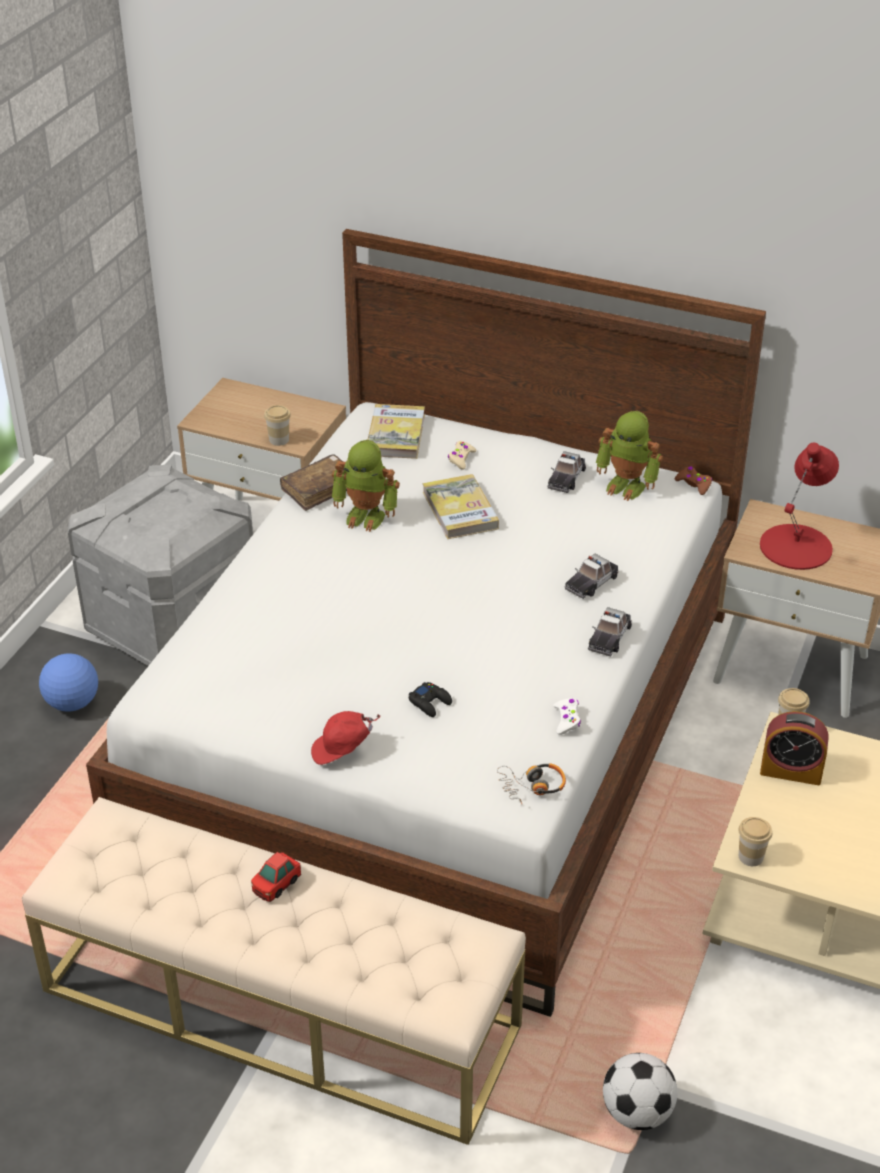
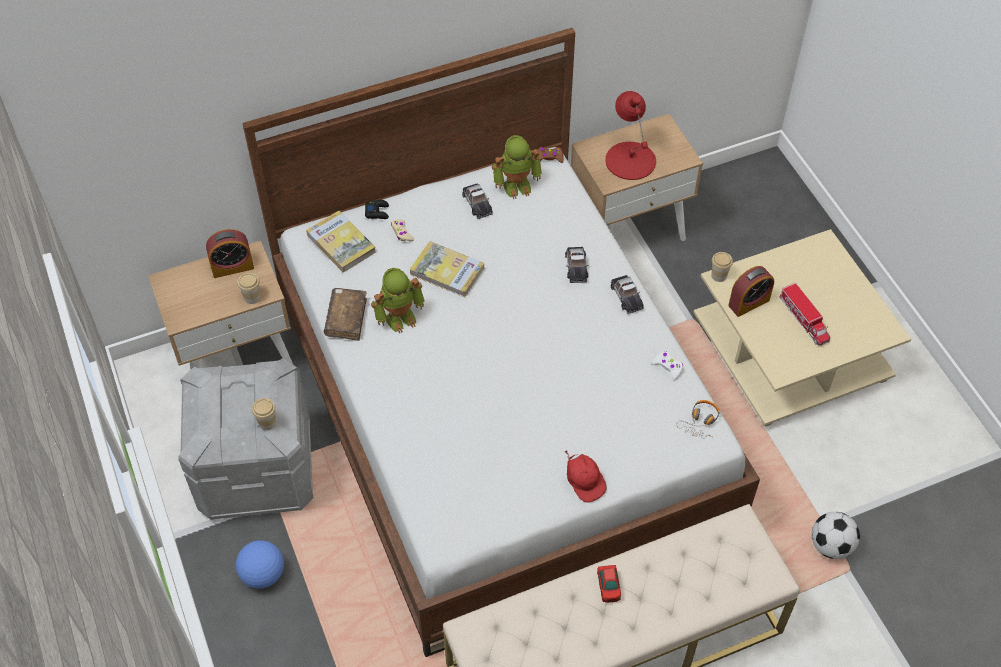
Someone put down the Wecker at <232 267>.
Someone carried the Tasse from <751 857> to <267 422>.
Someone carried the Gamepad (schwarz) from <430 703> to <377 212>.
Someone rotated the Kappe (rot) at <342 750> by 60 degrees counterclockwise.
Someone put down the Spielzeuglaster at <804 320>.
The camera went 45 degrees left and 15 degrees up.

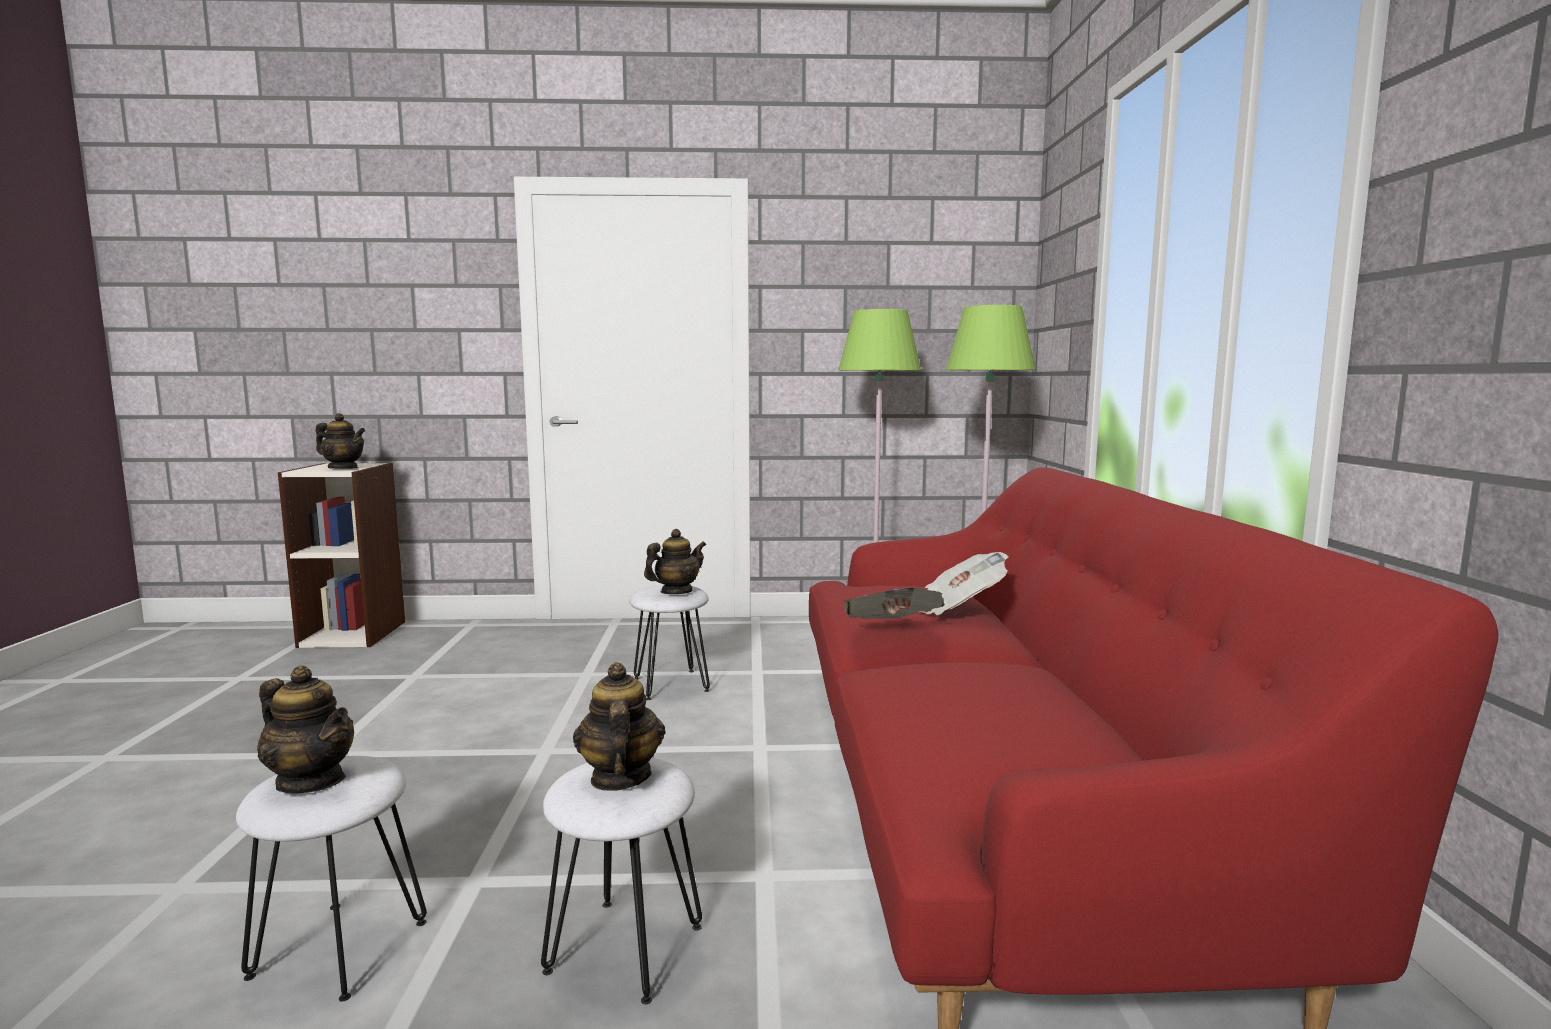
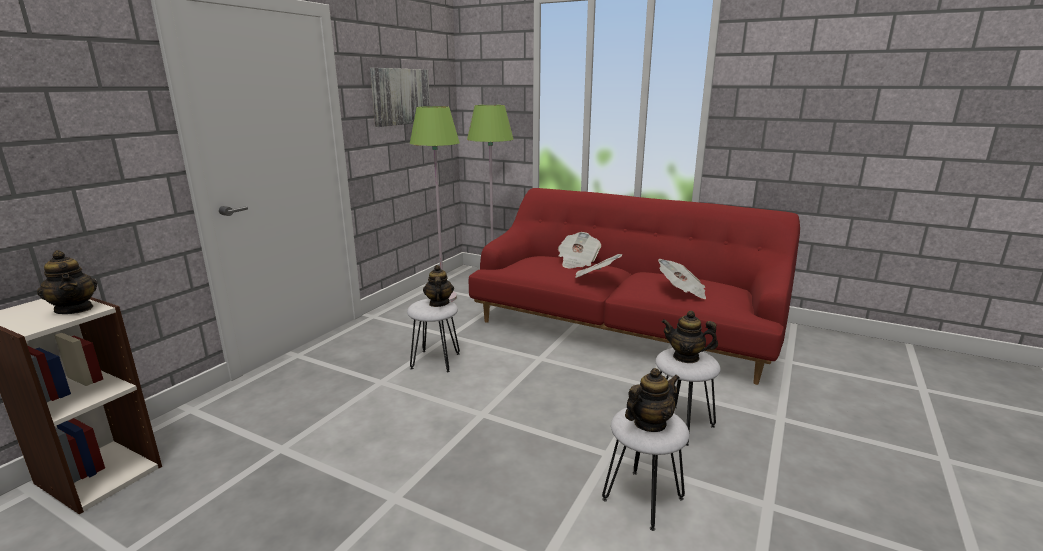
Someone rotated the Teekanne at <343 468> by 90 degrees clockwise.
Someone put up the Bild at <400 96>.
Someone put down the Zeitung at <682 291>.
The camera went 60 degrees left and 10 degrees up.

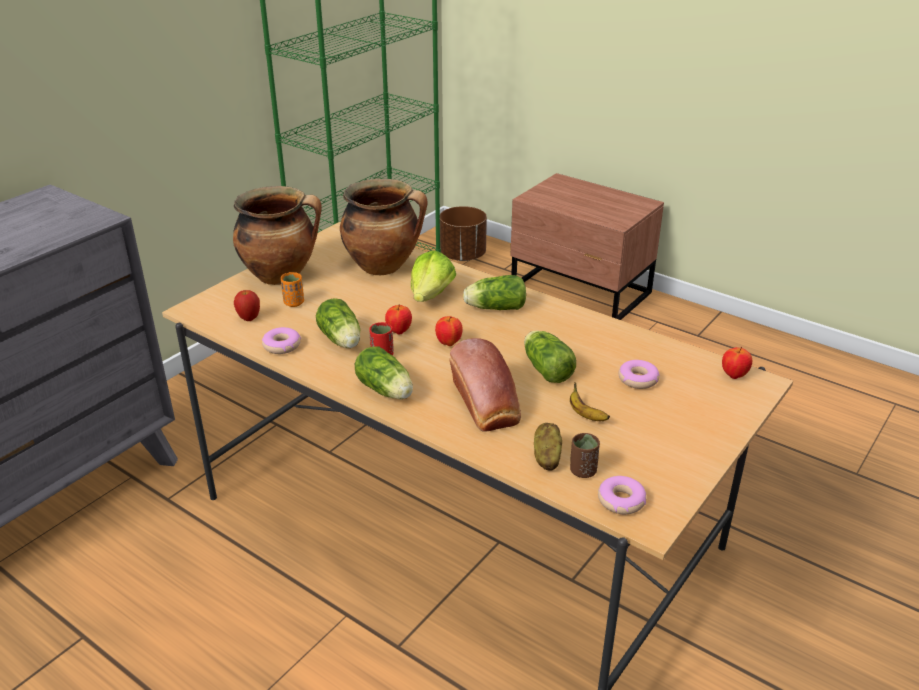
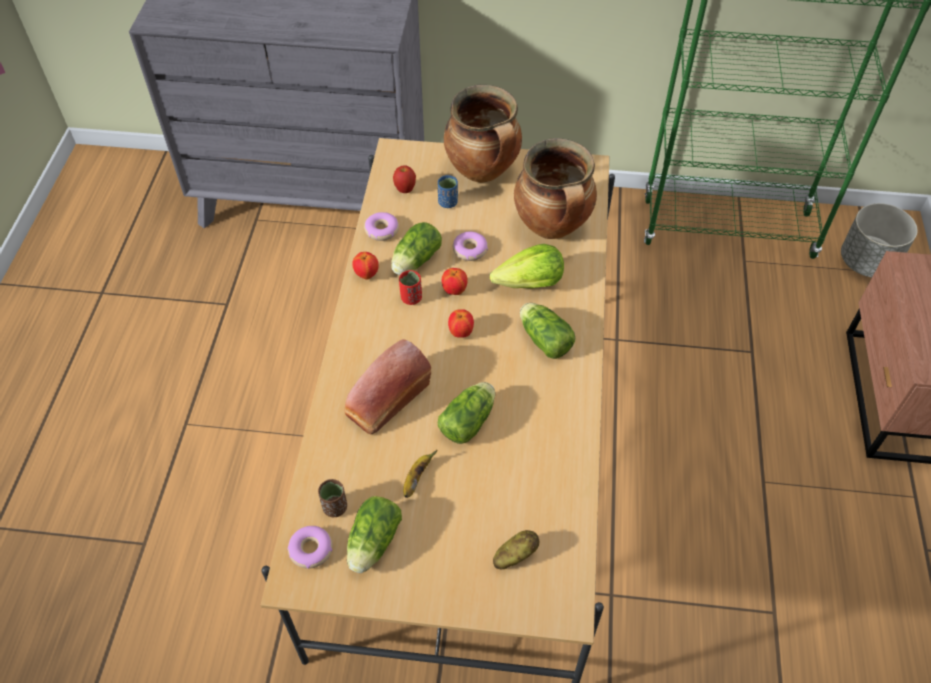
Someone carried the Salatkopf from <386 391> to <372 544>.
Someone carried the Apfel from <734 375> to <366 275>.
Someone repainted the Tasse (orange) at <294 303>, which became the Tasse (blau) at <448 202>.
Someone carried the Donut from <638 379> to <470 250>.
Someone carried the Kartoffel from <546 457> to <514 555>.
Someone repainted the Pflanzkübel (braun) at <463 256>, which became the Pflanzkübel (grau) at <867 262>.
The camera went 60 degrees right and 20 degrees up.

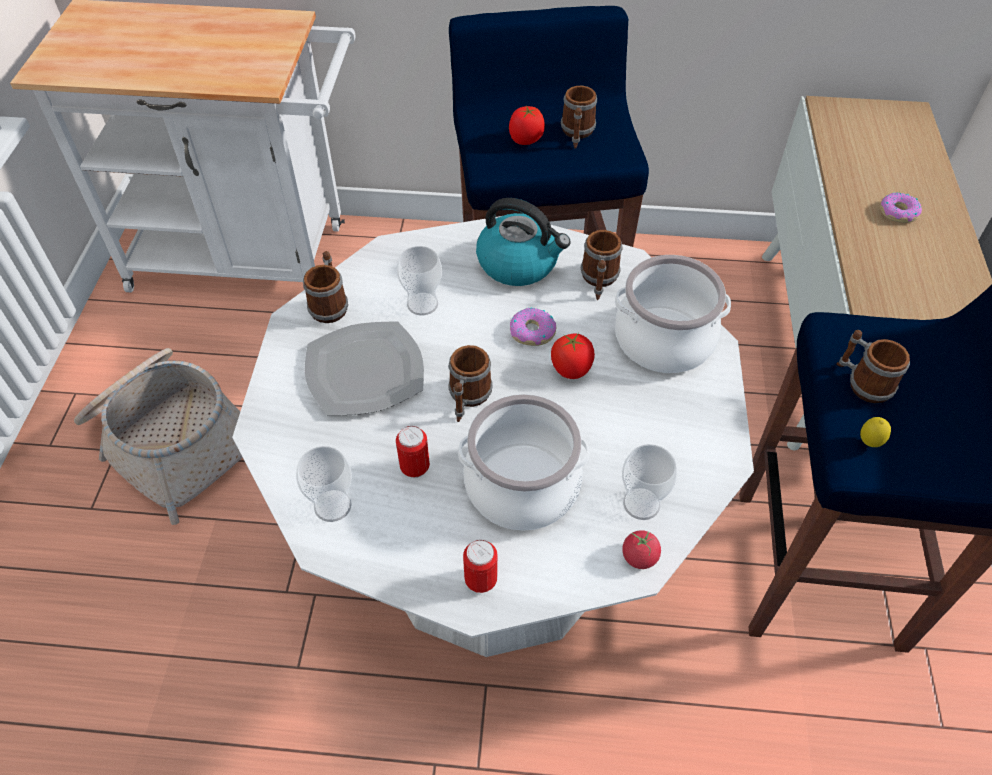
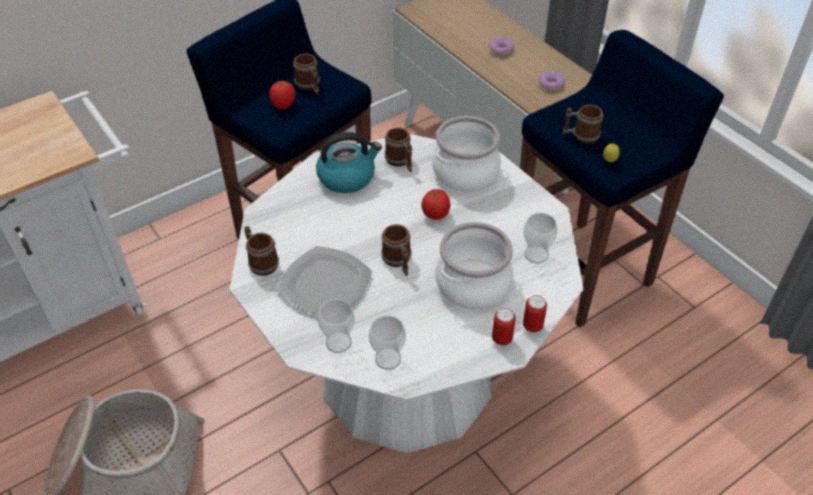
Someone carried the Tasse from <422 304> to <338 342>.
Someone carried the Dose from <415 468> to <532 326>.
Someone carried the Donut from <532 332> to <551 84>.
Someone took away the Tomate at <639 557>.
The camera went 40 degrees left and 5 degrees down.

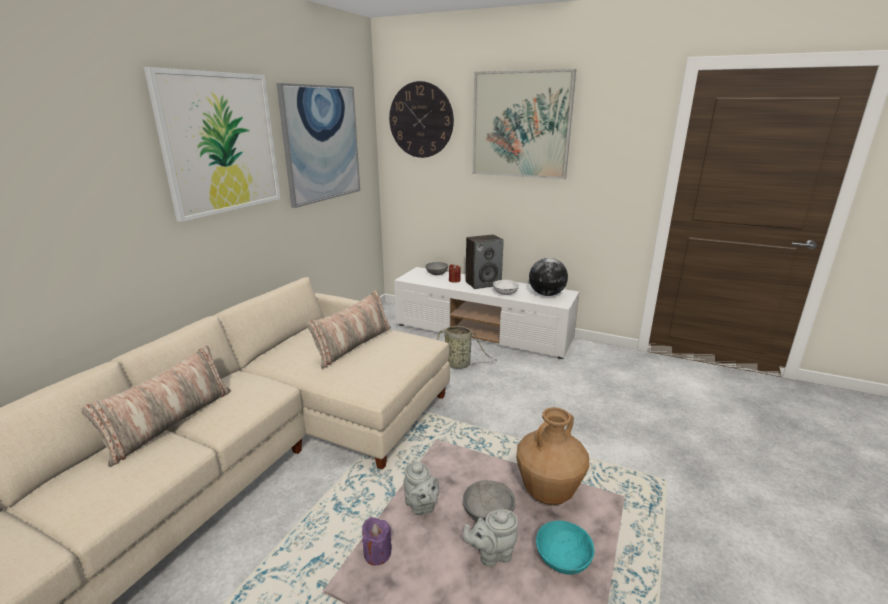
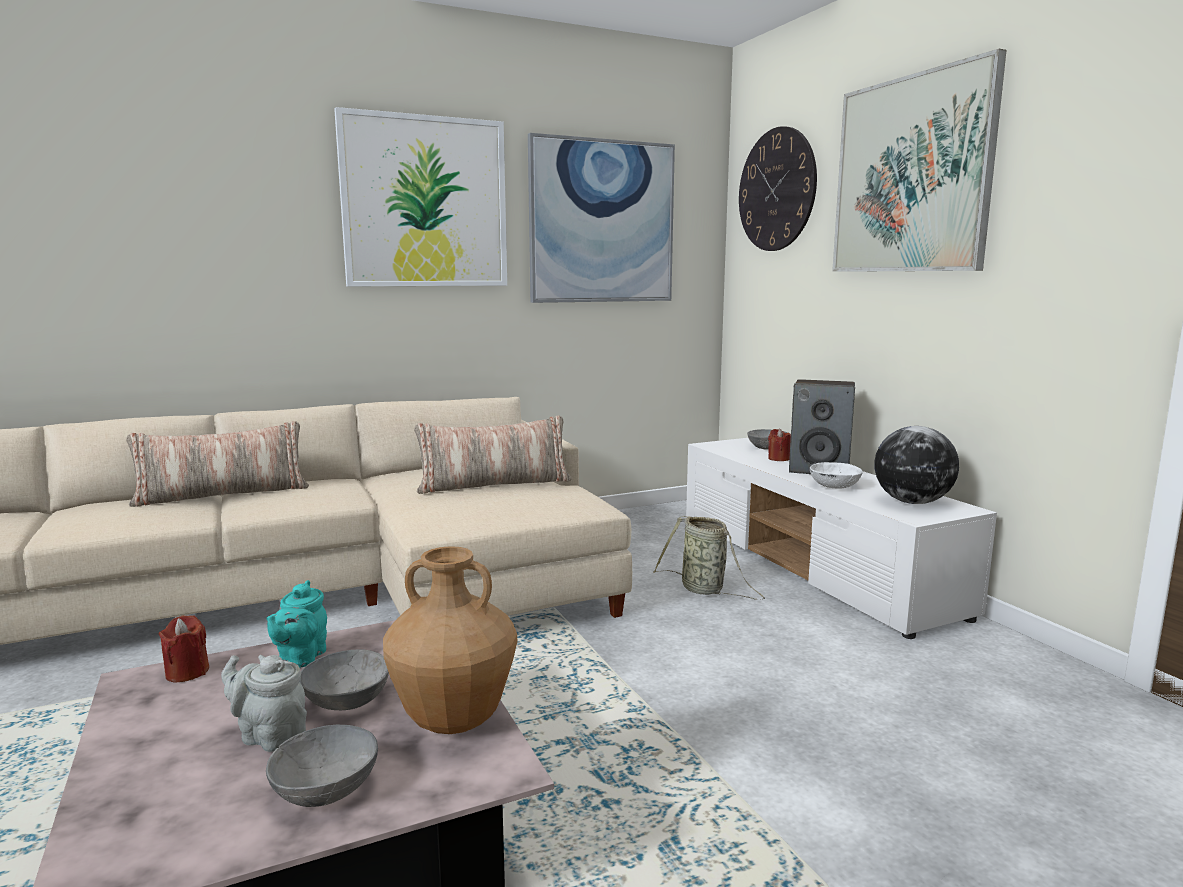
Someone repainted the Kerze (lila) at <377 553>, which became the Kerze (rot) at <187 672>.
Someone repainted the Teekanne (grau) at <421 506>, which became the Teekanne (türkis) at <300 658>.
Someone repainted the Schüssel (türkis) at <563 558>, which became the Schüssel (grau) at <327 788>.
The camera went 40 degrees right and 10 degrees down.

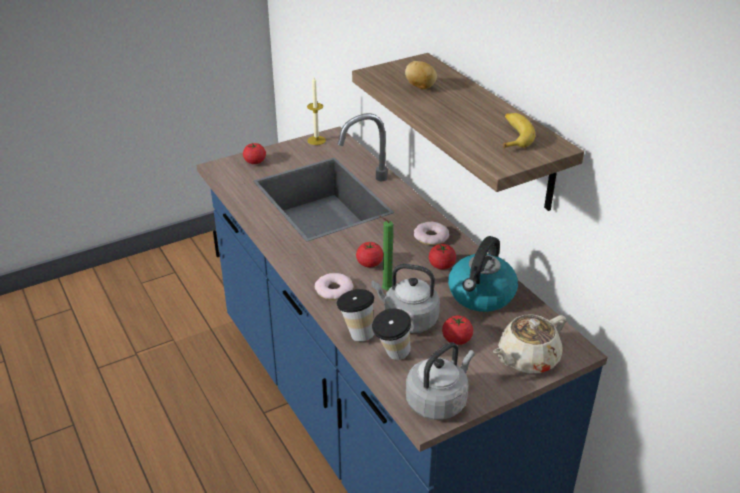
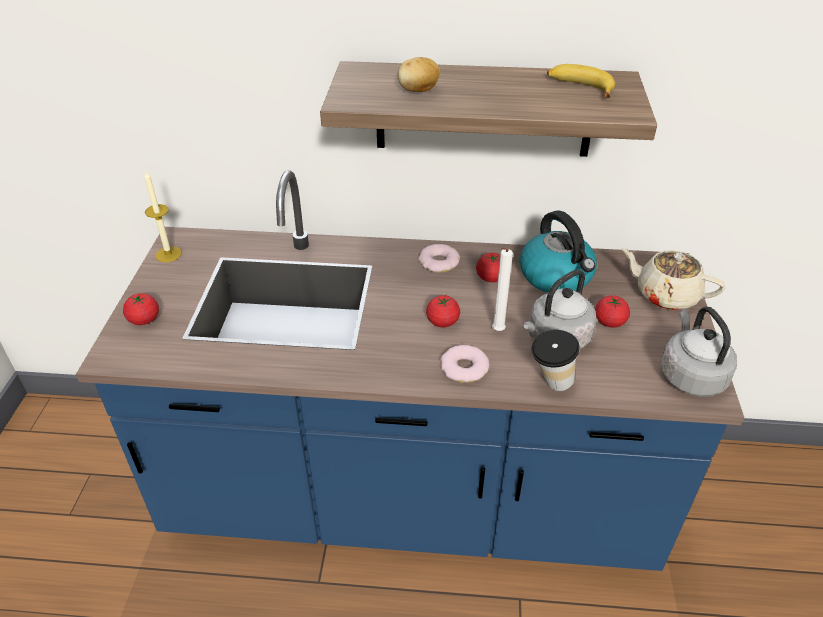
Someone repainted the Kerze (grün) at <385 290>, which became the Kerze (weiß) at <497 331>.
Someone rotated the Teekanne (beige) at <527 359> by 120 degrees clockwise.
Someone took away the Tasse at <391 355>.
The camera went 55 degrees left and 5 degrees up.

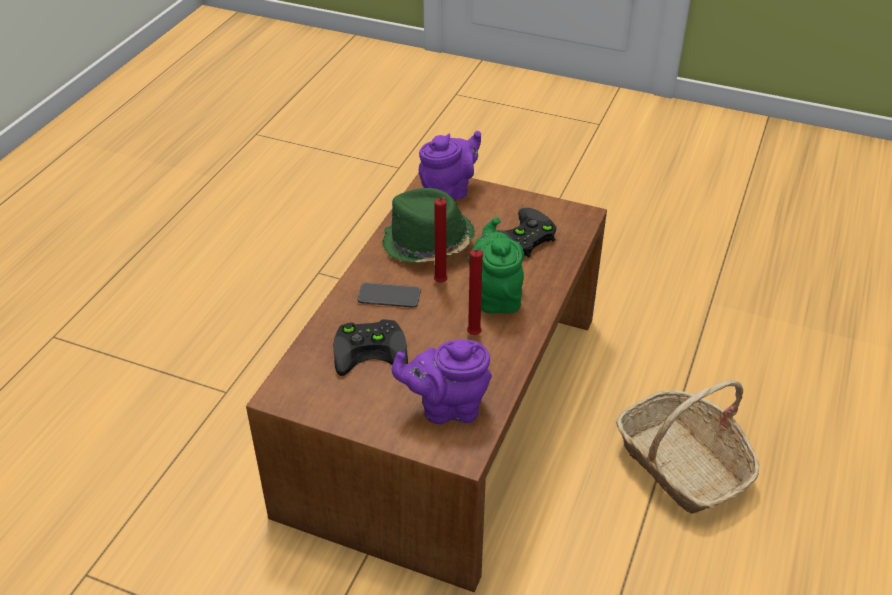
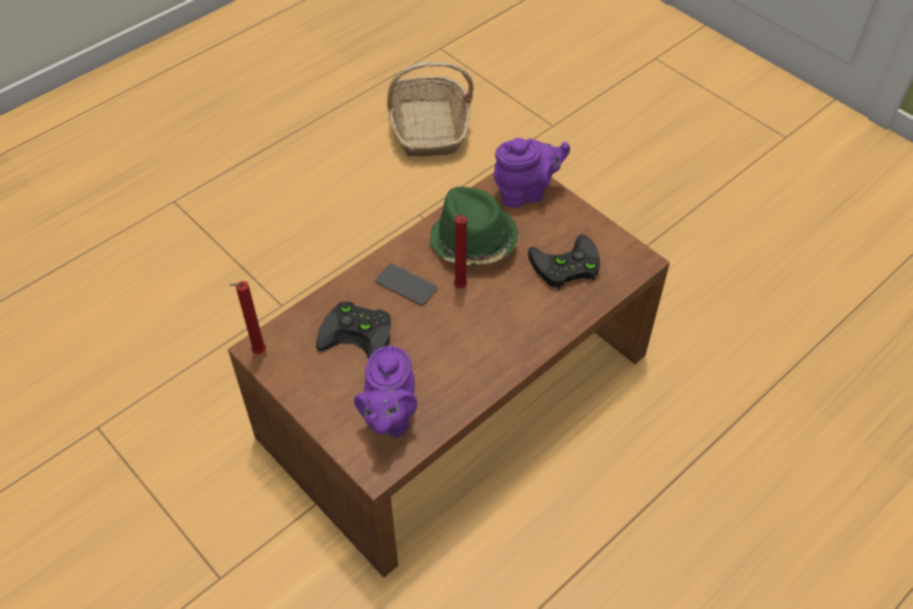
Someone carried the Kerze (rot) from <473 336> to <257 353>.
Someone rotated the Teekanne (lila) at <447 407> by 105 degrees counterclockwise.
Someone carried the Korb from <682 465> to <428 128>.
Someone took away the Teekanne (grün) at <496 295>.
The camera went 25 degrees right and 10 degrees up.

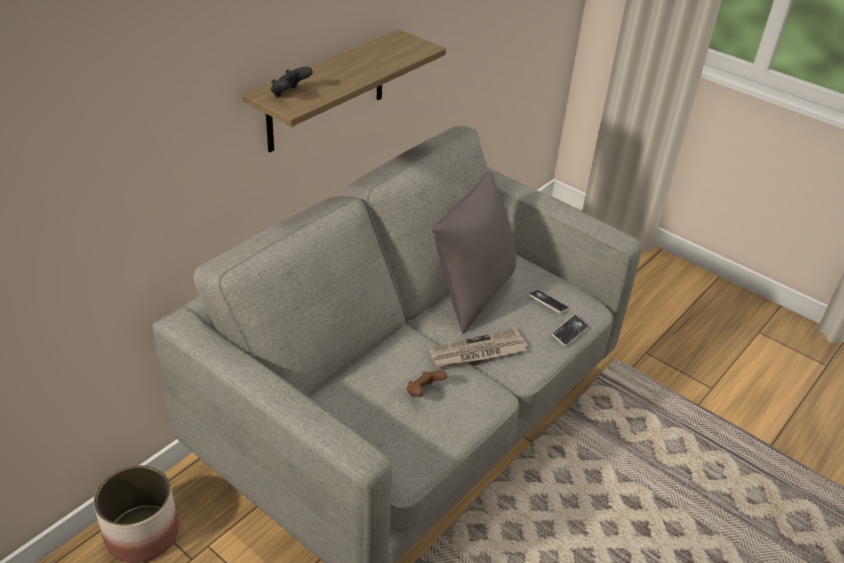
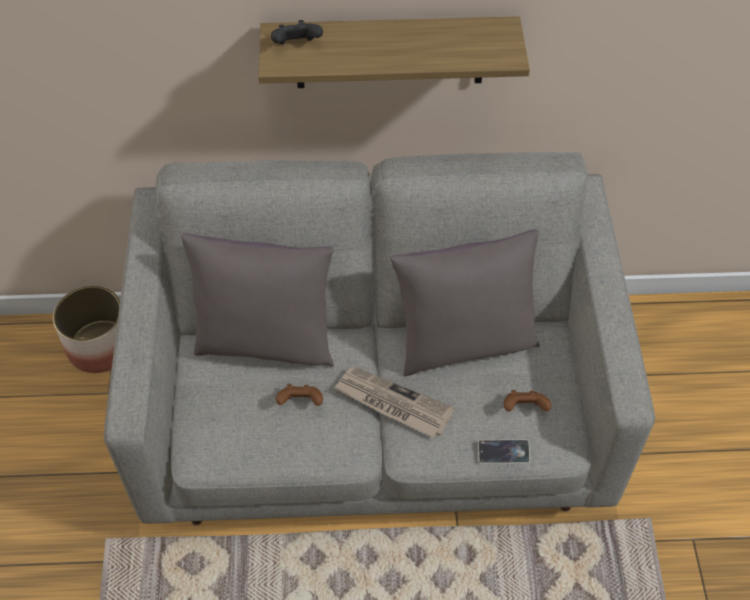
Someone put down the Kissen (grau) at <265 342>.
Someone swapped the Handy at <548 303> for the Gamepad (braun) at <524 408>.
The camera went 50 degrees right and 15 degrees up.

